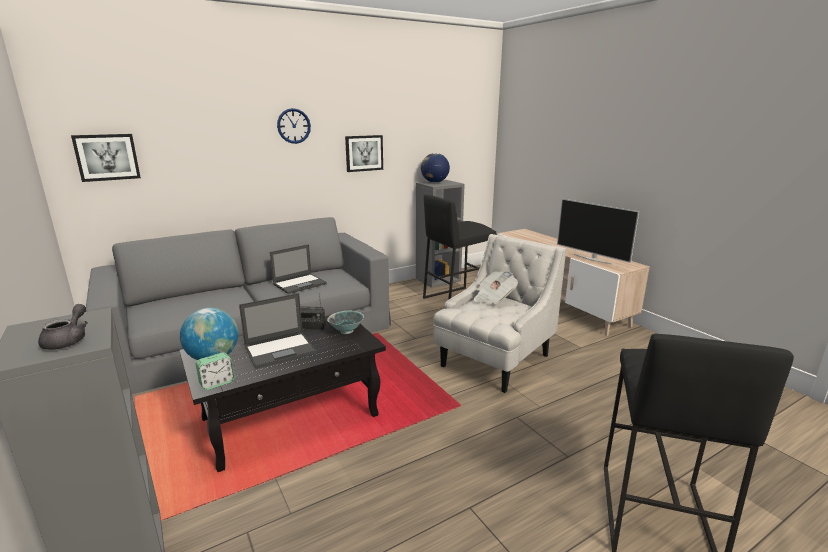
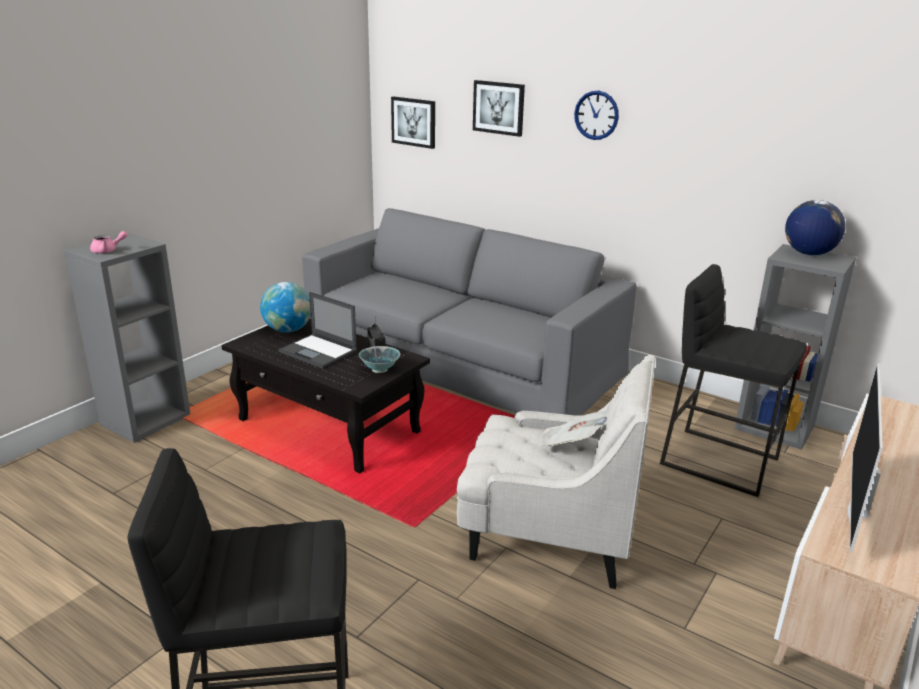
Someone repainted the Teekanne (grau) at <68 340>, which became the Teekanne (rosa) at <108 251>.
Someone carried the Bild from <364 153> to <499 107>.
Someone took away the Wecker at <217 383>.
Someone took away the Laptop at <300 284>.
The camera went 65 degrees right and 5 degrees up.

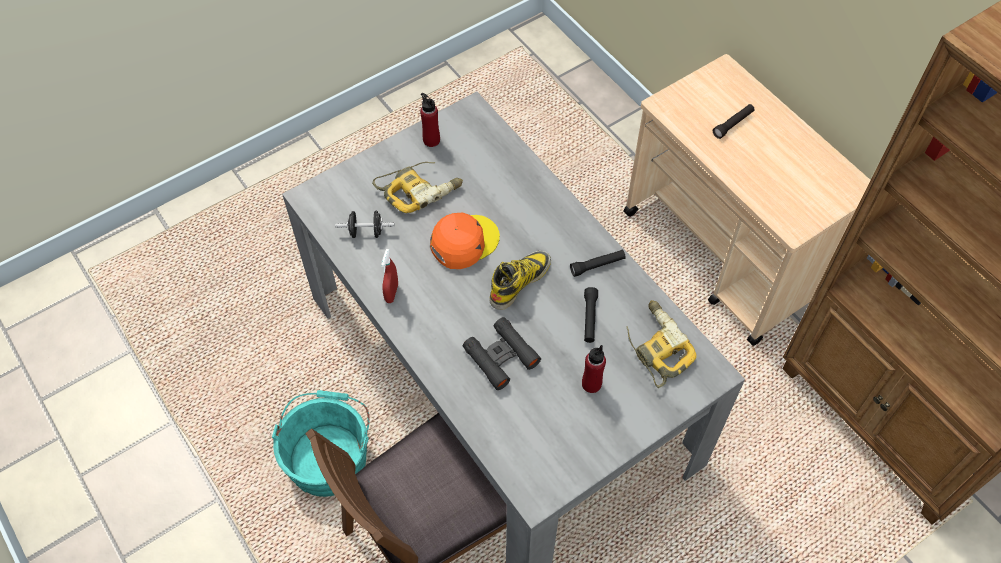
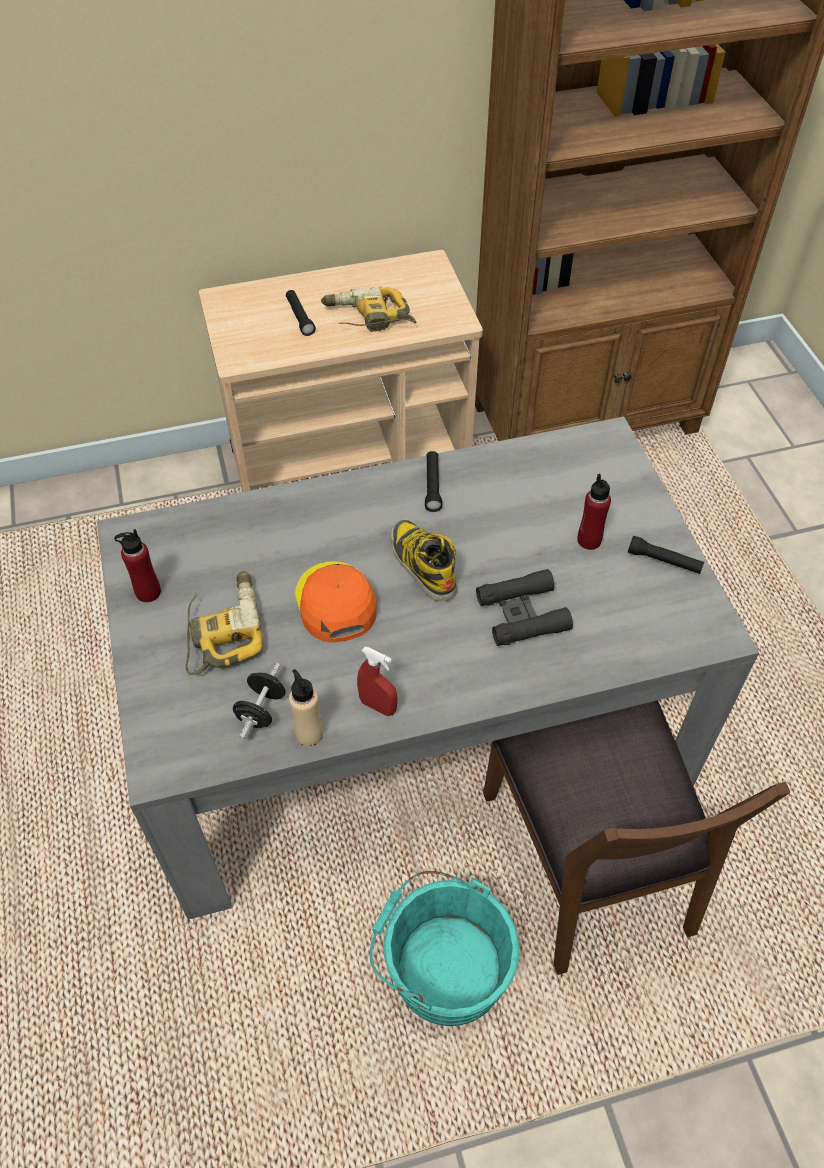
Someone put down the Flasche (beige) at <309 734>.
Someone carried the Bohrmaschine from <655 347> to <368 318>.
Someone carried the Taschenlampe (schwarz) from <589 318> to <664 561>.
The camera went 70 degrees left and 5 degrees down.

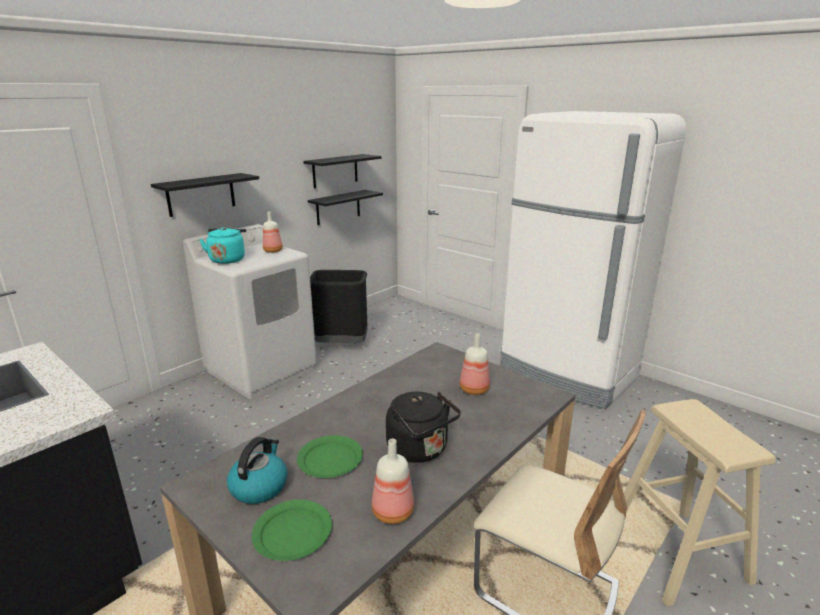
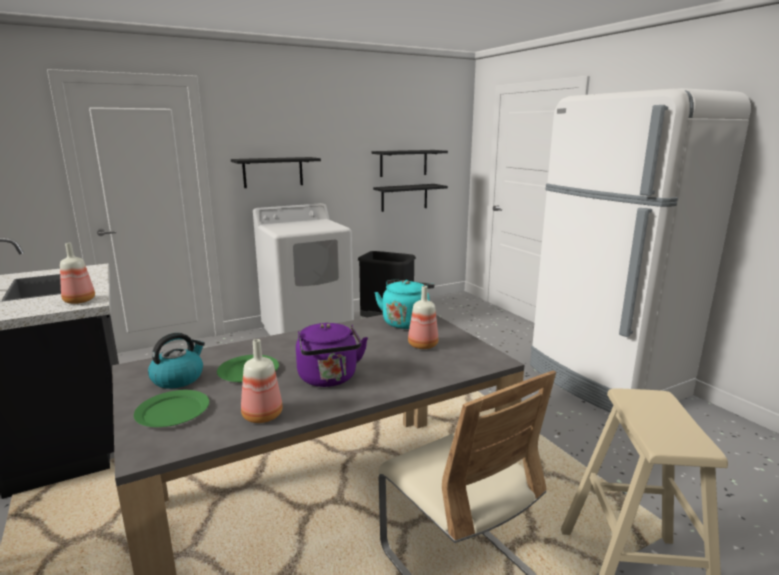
Someone carried the Flasche from <273 251> to <80 301>.
Someone repainted the Wasserkessel (schwarz) at <420 450>, which became the Wasserkessel (lila) at <329 379>.
Someone carried the Wasserkessel (türkis) from <228 259> to <406 322>.
The camera went 20 degrees right and 5 degrees down.

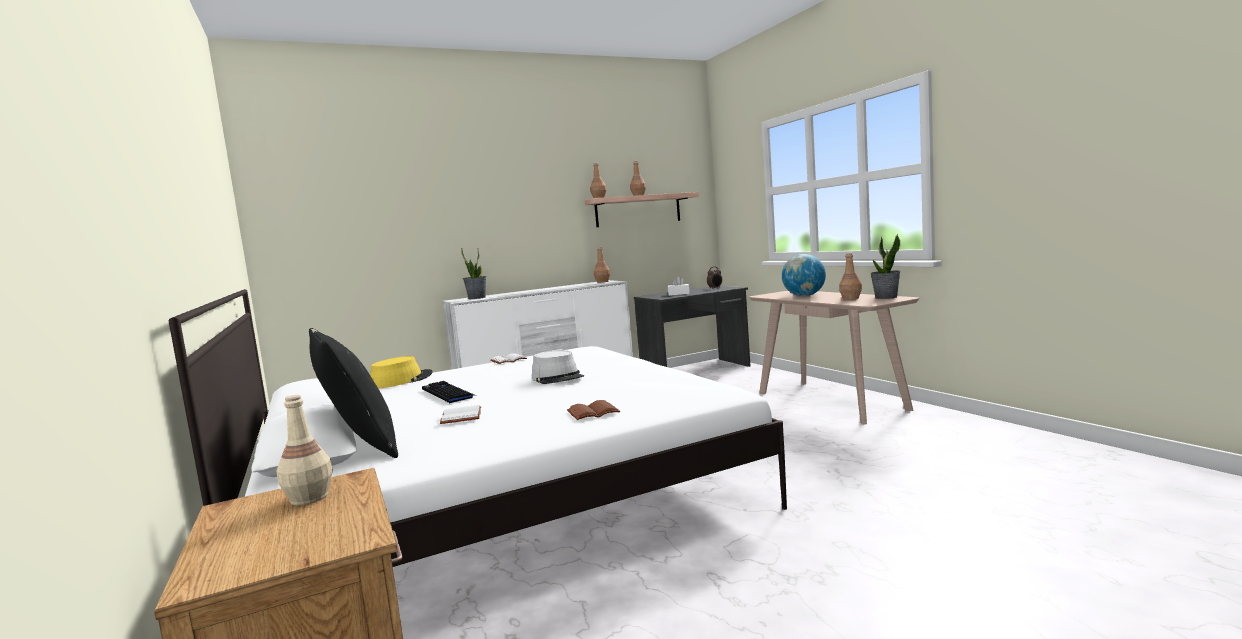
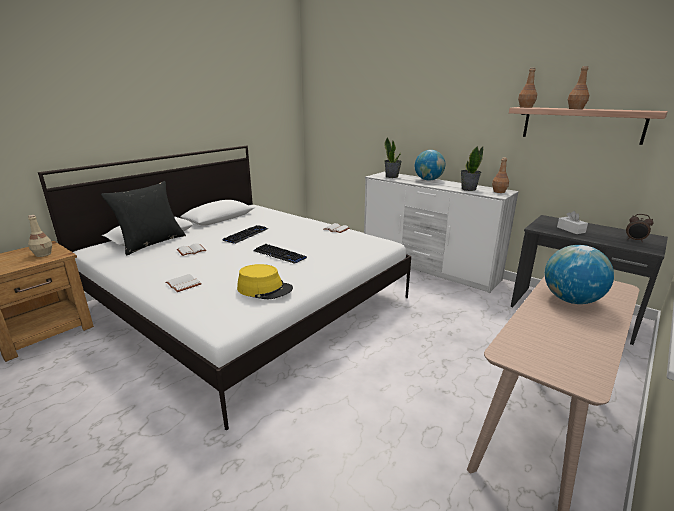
Someone repainted the Buch (braun) at <593 413>, which became the Buch (weiß) at <182 284>.
Someone carried the Hut (gelb) from <401 380> to <265 289>.
Someone swapped the Hut (grau) at <558 377> for the Tastatur at <279 254>.
Someone put down the Globus at <428 180>.
Someone carried the Topfpflanze from <886 297> to <468 189>.
Someone took away the Flasche (braun) at <851 299>.
The camera went 65 degrees right and 15 degrees up.

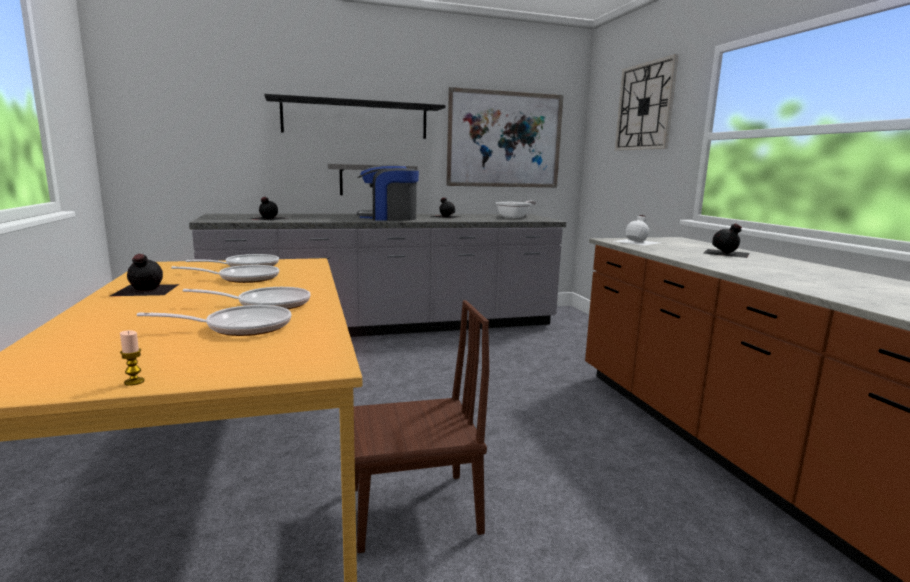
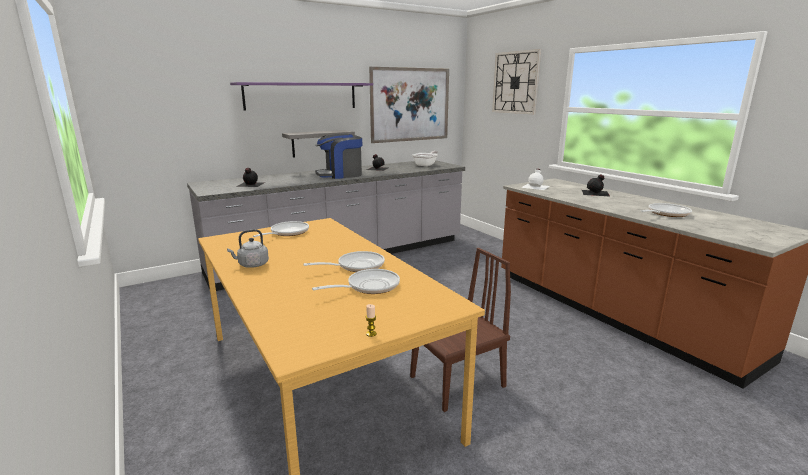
Someone swapped the Flasche (schwarz) at <144 290> for the Wasserkessel (grau) at <252 265>.
Someone repainted the Wandregal (schwarz) at <355 119>, which became the Wandregal (lila) at <301 96>.
Someone carried the Pfanne from <243 278> to <666 214>.
The camera went 15 degrees left and 5 degrees up.

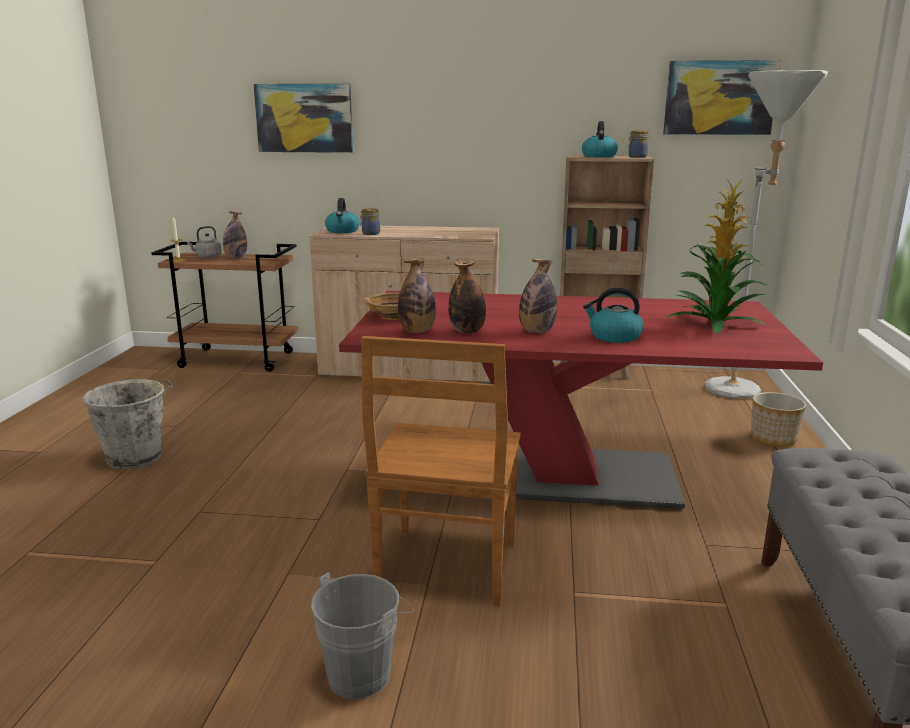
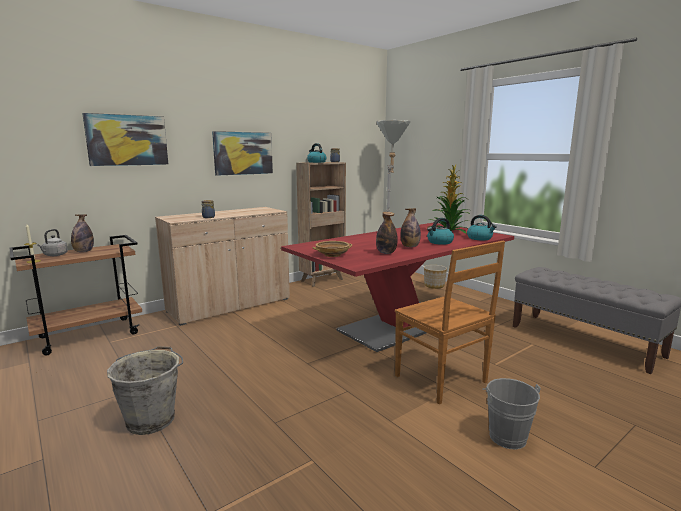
Someone carried the Bild from <719 98> to <243 153>.
Someone carried the Wasserkessel from <342 231> to <480 238>.
Someone took away the Flasche at <417 331>.
The camera went 45 degrees left and 5 degrees down.

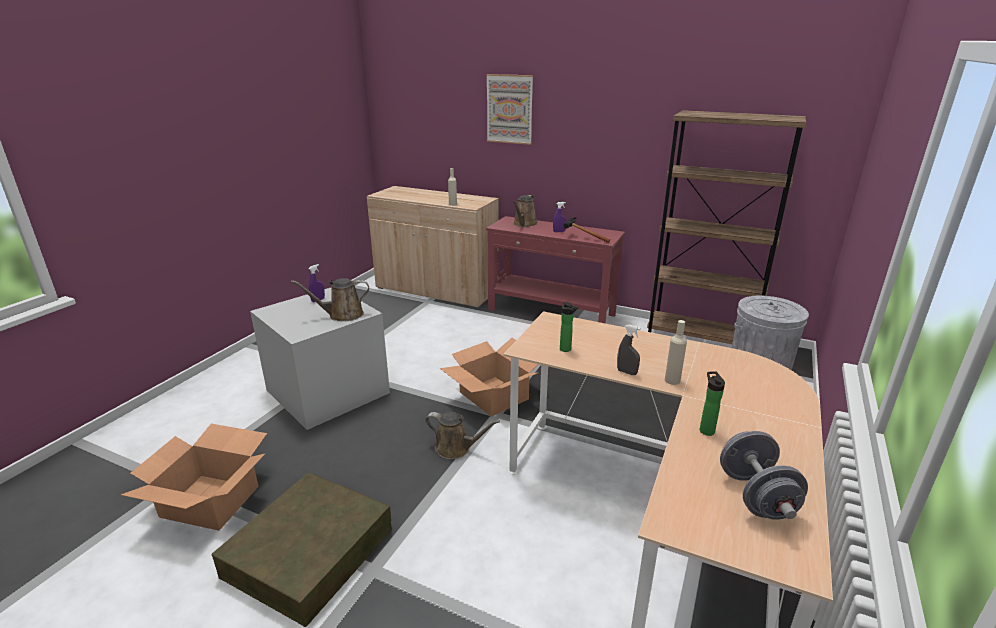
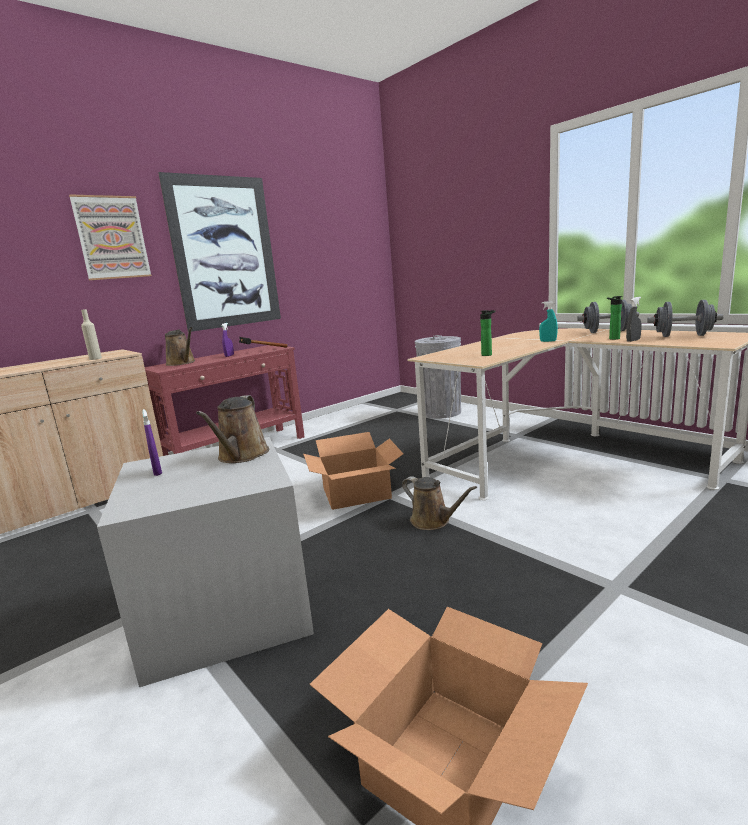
Someone put up the Bild at <225 253>.
Someone rotated the Gießkanne (braun) at <456 448> by 90 degrees clockwise.
Someone swapped the Flasche (beige) at <672 380> for the Sprühflasche (türkis) at <548 341>.
Someone put down the Hantel (grau) at <607 331>.
Someone carried the Sprühflasche (grau) from <626 372> to <633 340>.
Someone took away the Aufbewahrungsbox (braun) at <309 552>.
Someone took away the Bücherregal (braun) at <700 340>.
The camera went 65 degrees left and 10 degrees down.

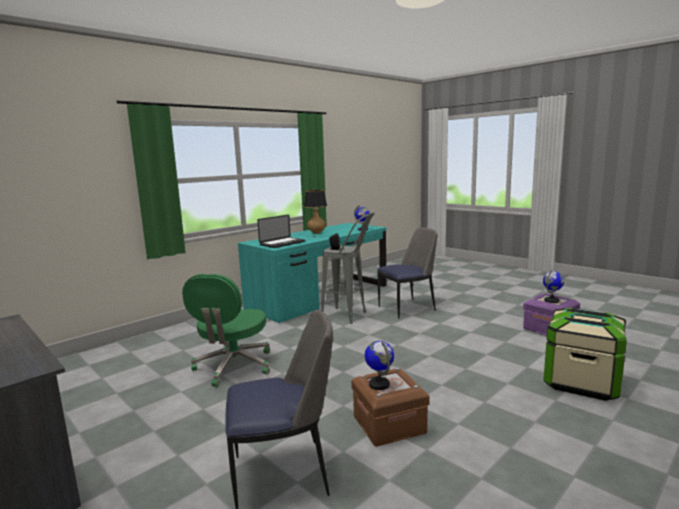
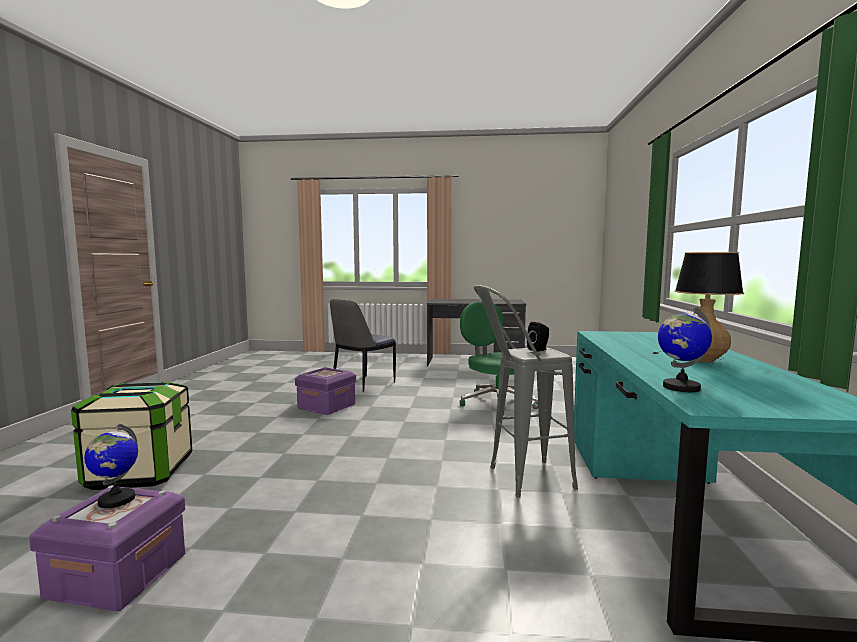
Someone repainted the Aufbewahrungsbox (braun) at <389 424>, which became the Aufbewahrungsbox (lila) at <326 406>.
Someone took away the Laptop at <282 243>.
Someone took away the Globus at <379 384>.
Someone took away the Stuhl at <408 308>.
The camera went 140 degrees right and 5 degrees down.

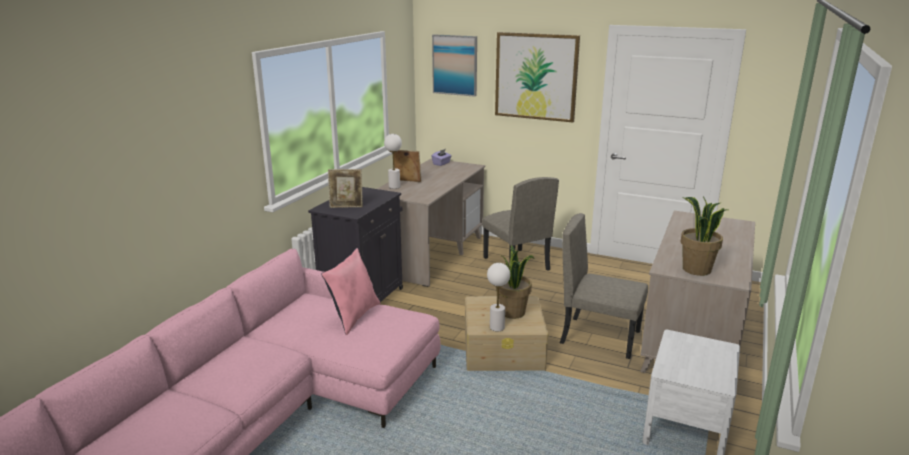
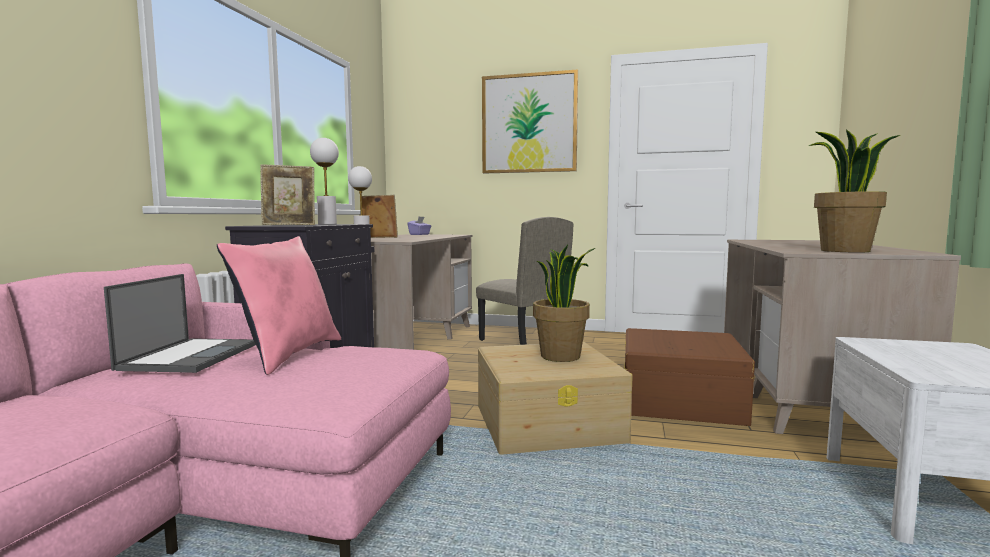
Someone put down the Laptop at <191 356>.
Someone carried the Tischlampe (weiß) from <496 327> to <327 224>.
Someone swapped the Stuhl (beige) at <600 337> for the Aufbewahrungsbox (braun) at <680 399>.
Someone took away the Bild at <455 65>.
The camera went 10 degrees left and 15 degrees down.

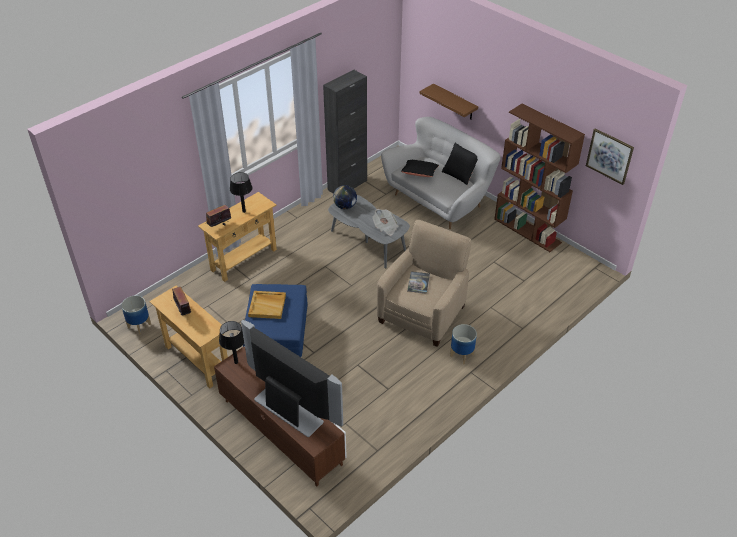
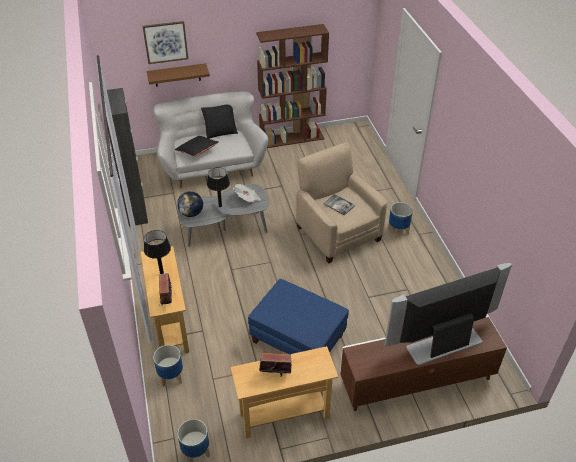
Someone carried the Bild from <609 156> to <165 42>.
Someone put down the Pflanzkübel at <171 376>.
Someone carried the Tischlampe (schwarz) from <236 362> to <220 206>.
Someone took away the Tablett (beige) at <267 306>.
The camera went 60 degrees left and 0 degrees up.

